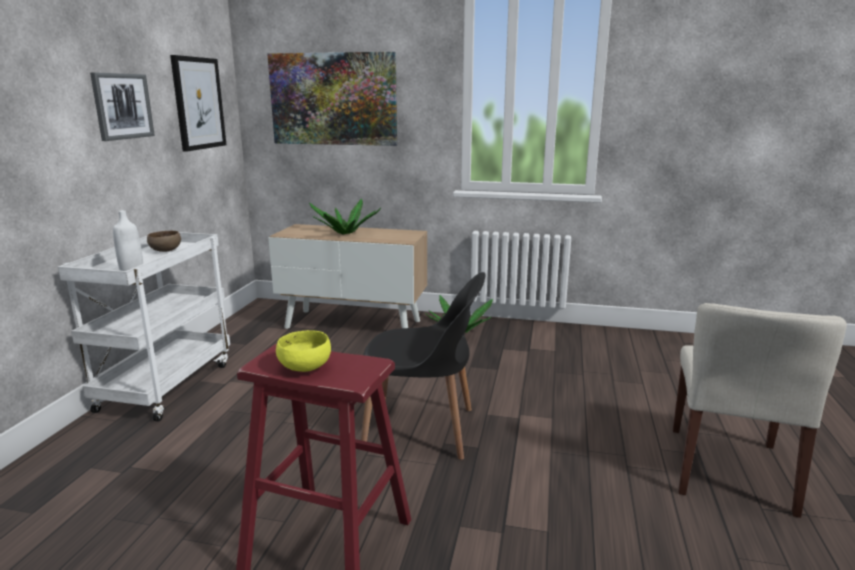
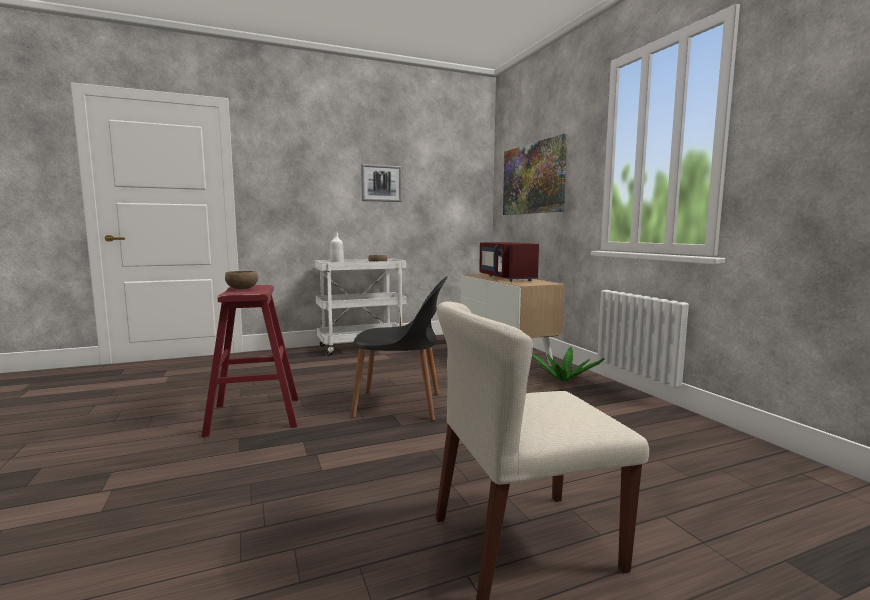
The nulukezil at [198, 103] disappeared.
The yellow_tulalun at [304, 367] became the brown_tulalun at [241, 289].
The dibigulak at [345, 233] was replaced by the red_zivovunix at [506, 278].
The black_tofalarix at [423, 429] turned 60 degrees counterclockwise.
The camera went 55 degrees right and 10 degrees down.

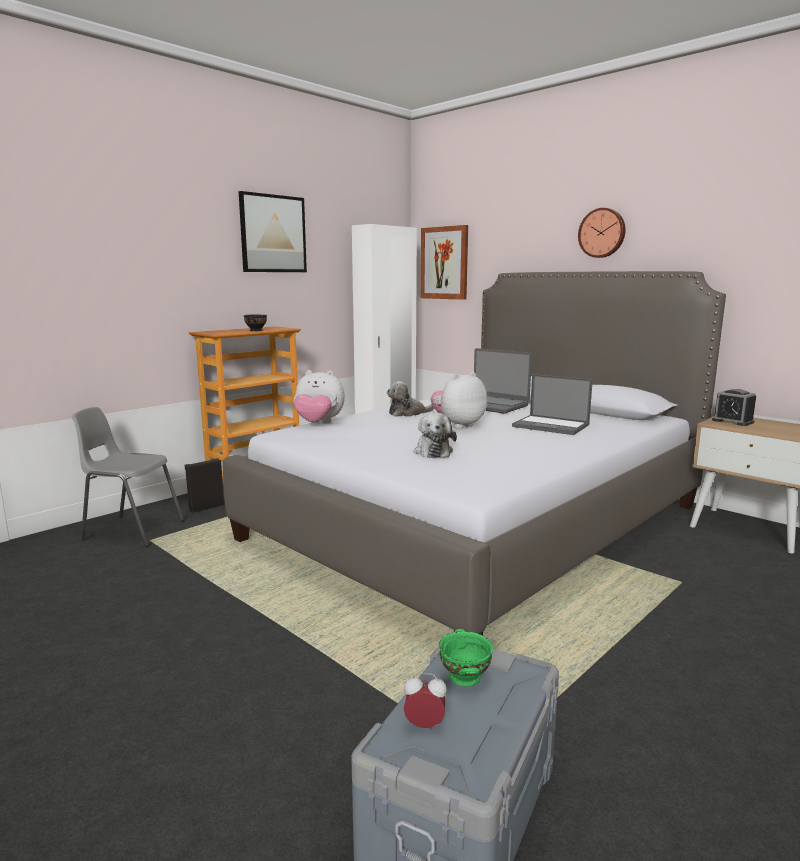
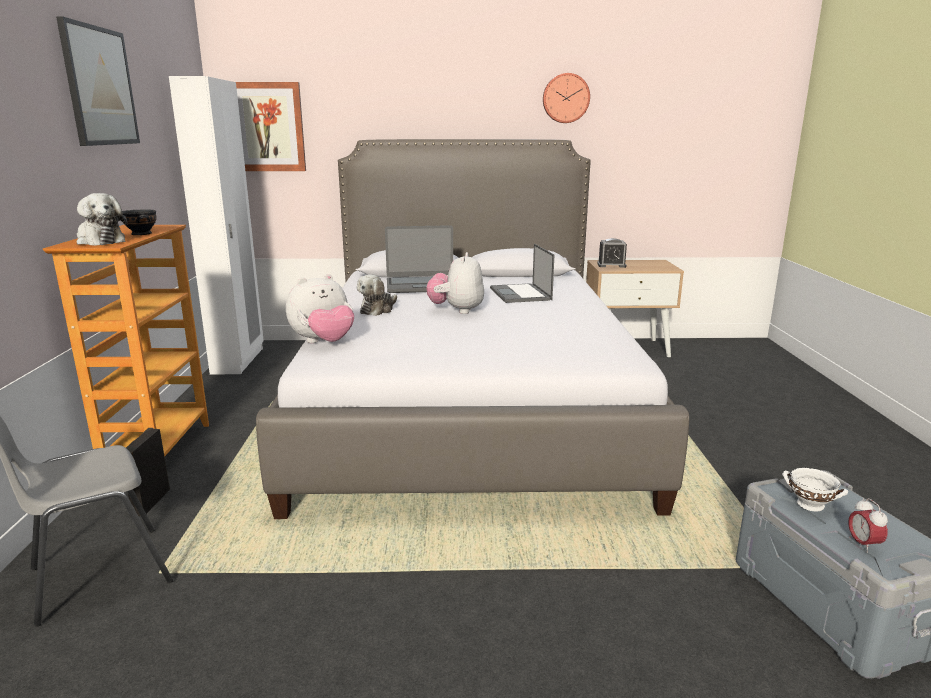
The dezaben at [424, 725] turned 60 degrees counterclockwise.
The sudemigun moved from [433, 451] to [100, 241].
The green_tulalun at [464, 678] became the white_tulalun at [811, 505].
The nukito at [552, 426] turned 90 degrees clockwise.
The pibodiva moved from [602, 233] to [565, 98].
The camera went 45 degrees left and 5 degrees up.

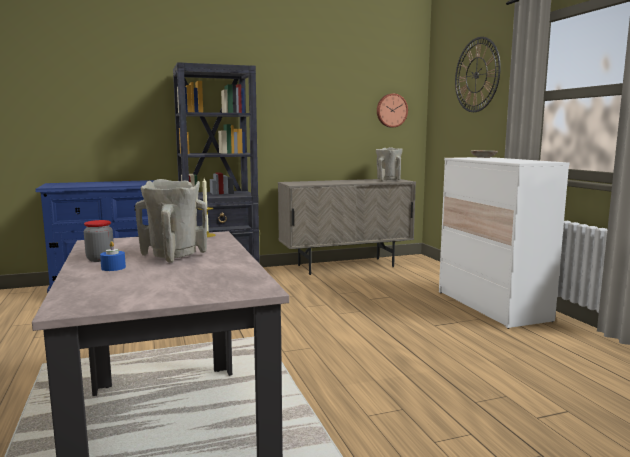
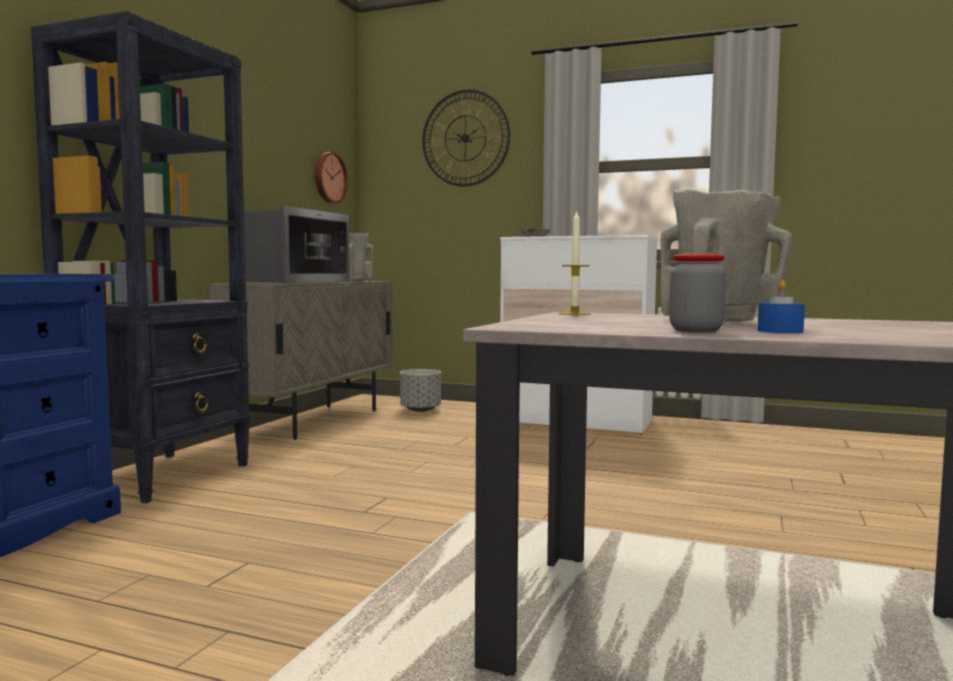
The zivovunix at [295, 282] appeared.
The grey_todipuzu at [421, 410] appeared.
The camera went 50 degrees left and 5 degrees down.

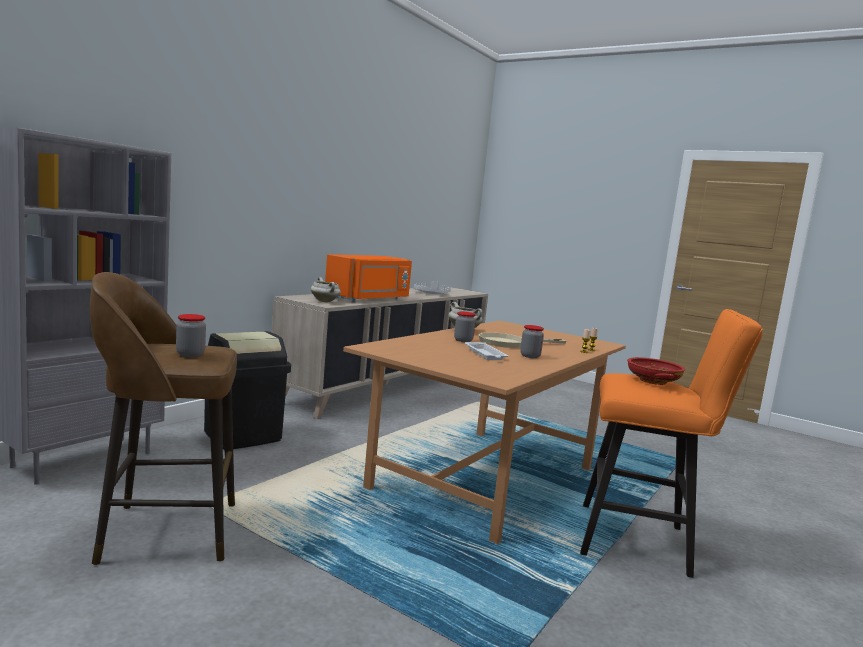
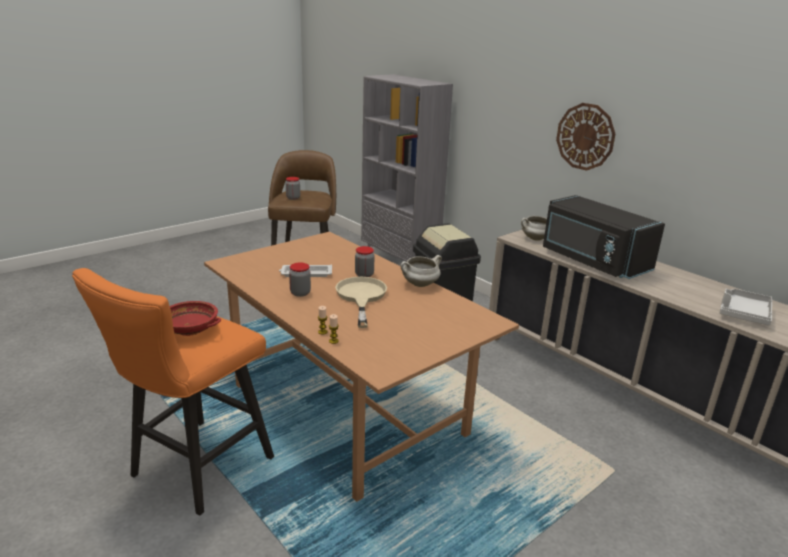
The orange_zivovunix at [369, 299] became the black_zivovunix at [592, 261].
The pibodiva at [585, 136] appeared.
The camera went 105 degrees right and 15 degrees up.

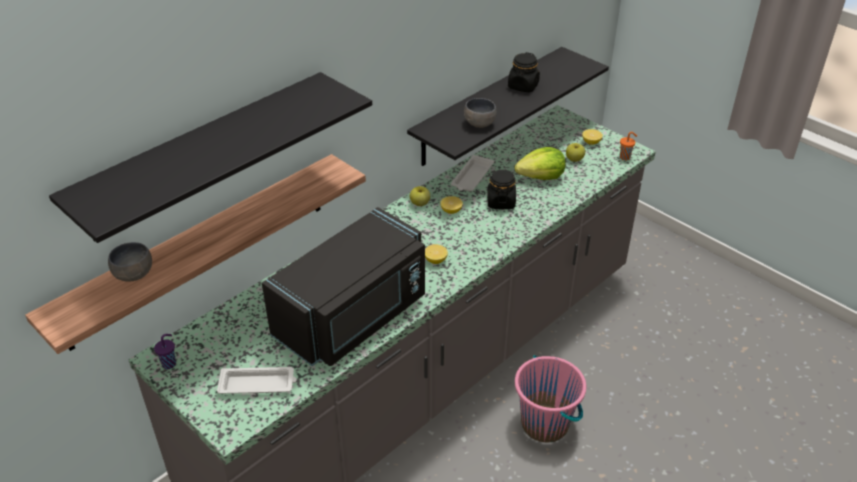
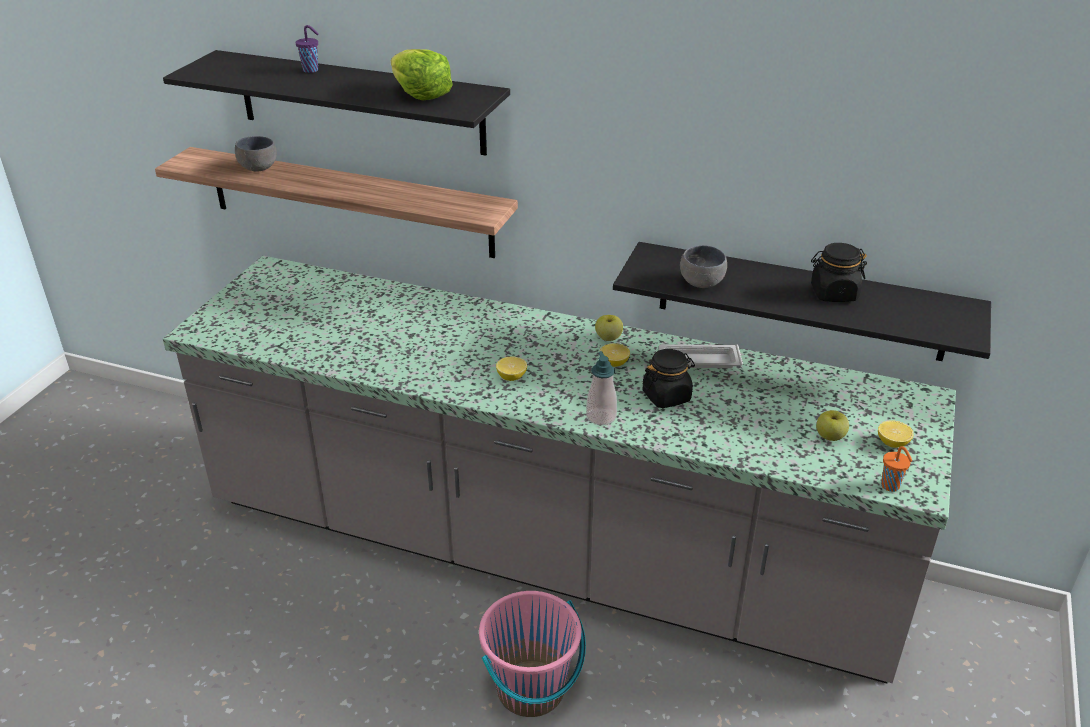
The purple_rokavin moved from [170, 363] to [311, 70].
The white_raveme at [258, 384] disappeared.
The black_zivovunix at [354, 317] disappeared.
The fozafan moved from [541, 177] to [420, 95].
The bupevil at [601, 417] appeared.
The camera went 65 degrees right and 5 degrees down.

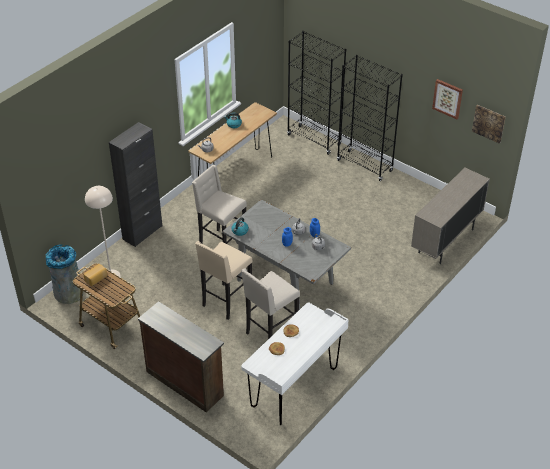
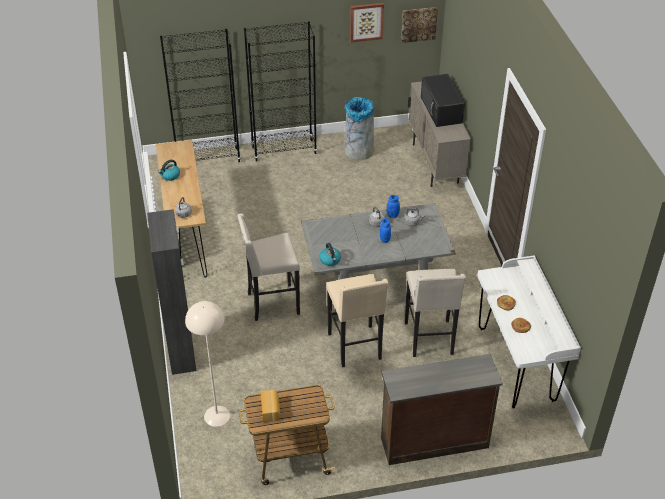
The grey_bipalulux moved from [68, 293] to [358, 151].
The black_zivovunix at [441, 110] appeared.
The camera went 50 degrees left and 0 degrees up.

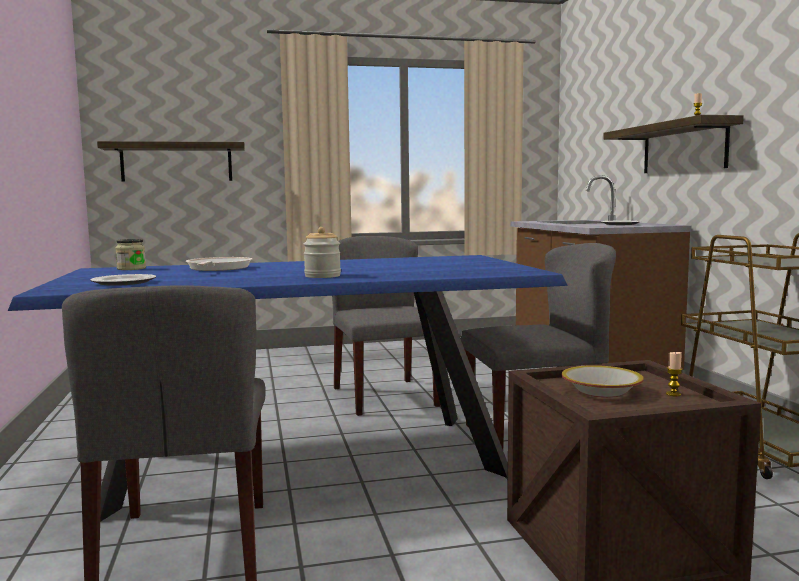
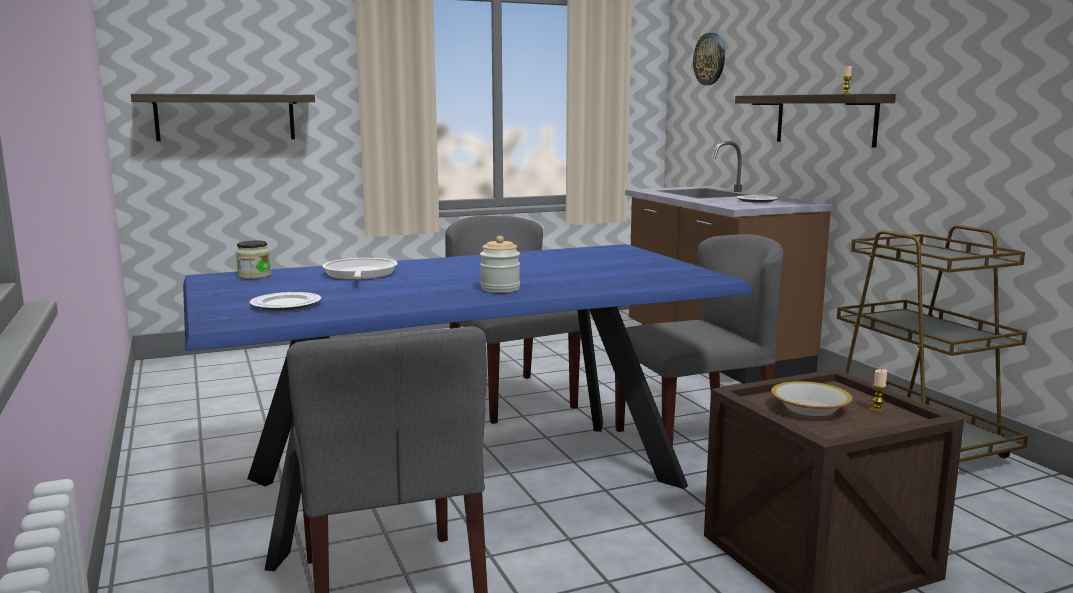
The pibodiva at [710, 59] appeared.
The camera went 10 degrees left and 5 degrees up.

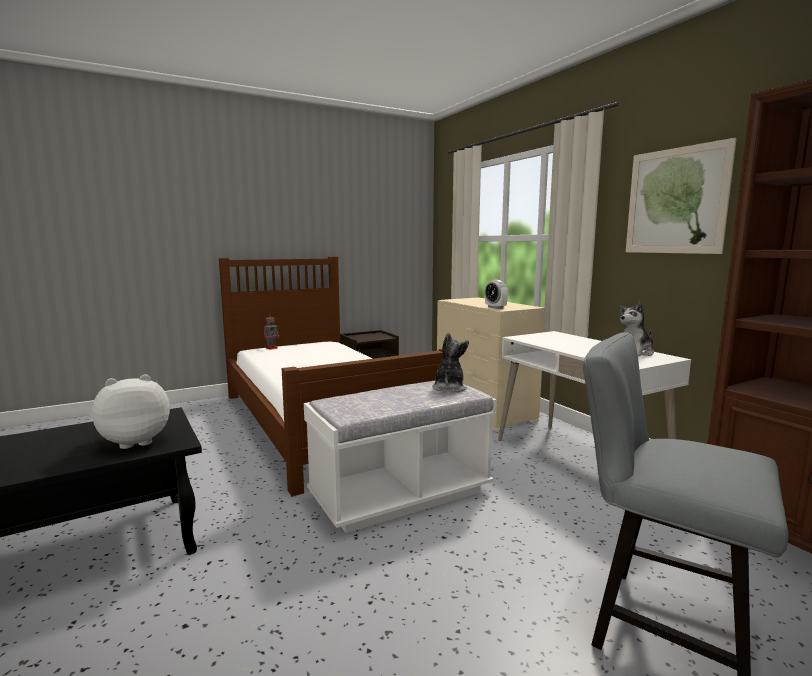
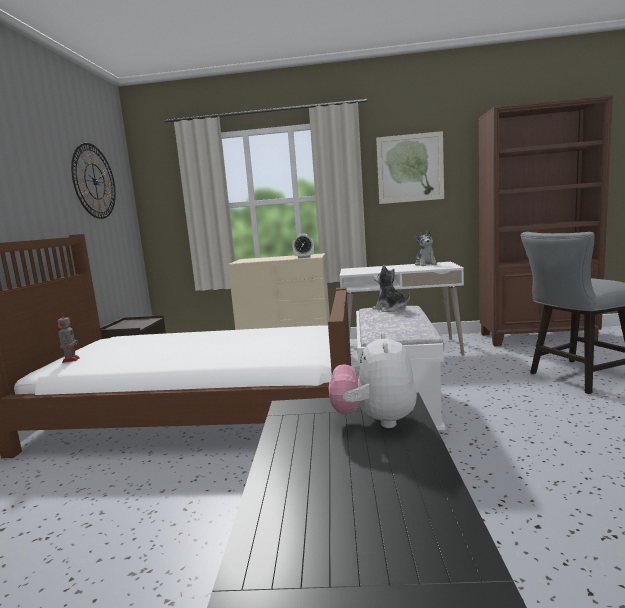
The pibodiva at [94, 181] appeared.
The camera went 55 degrees left and 0 degrees up.

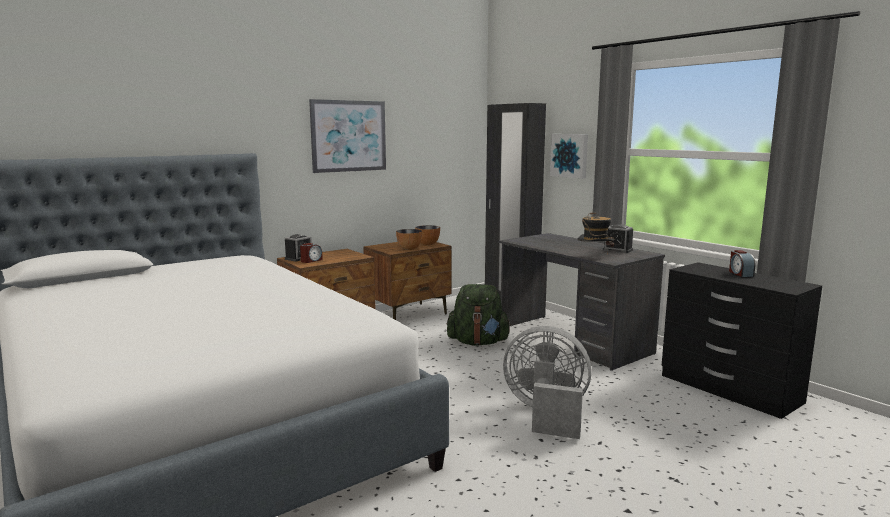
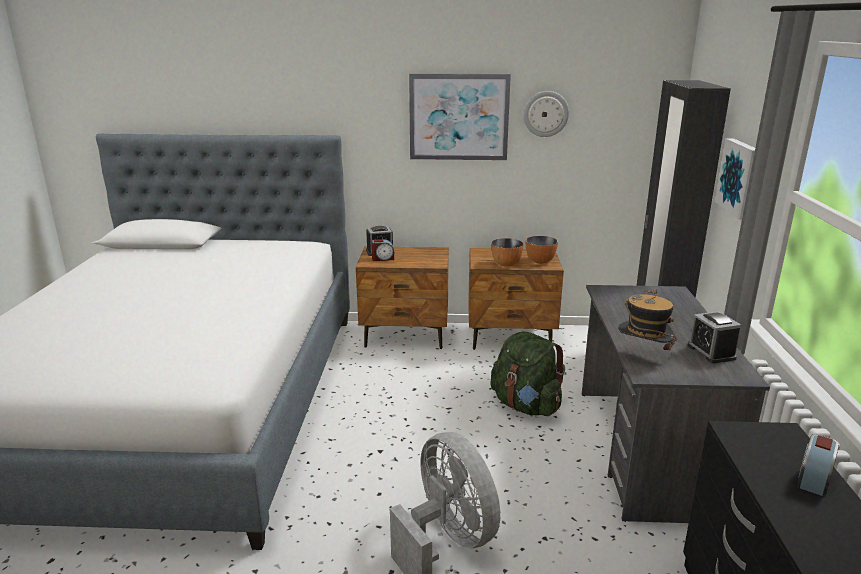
The pibodiva at [545, 114] appeared.
The camera went 40 degrees right and 10 degrees up.

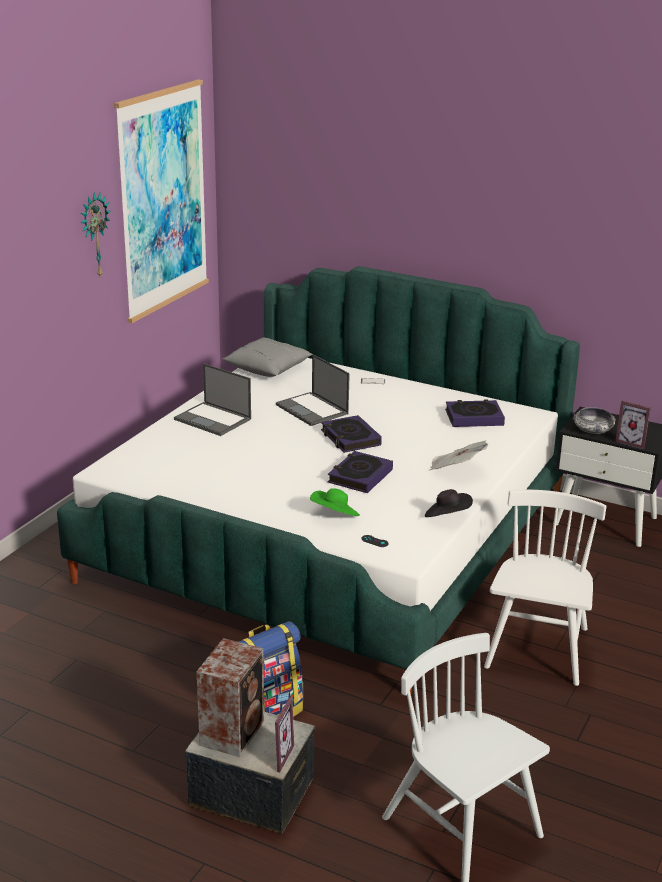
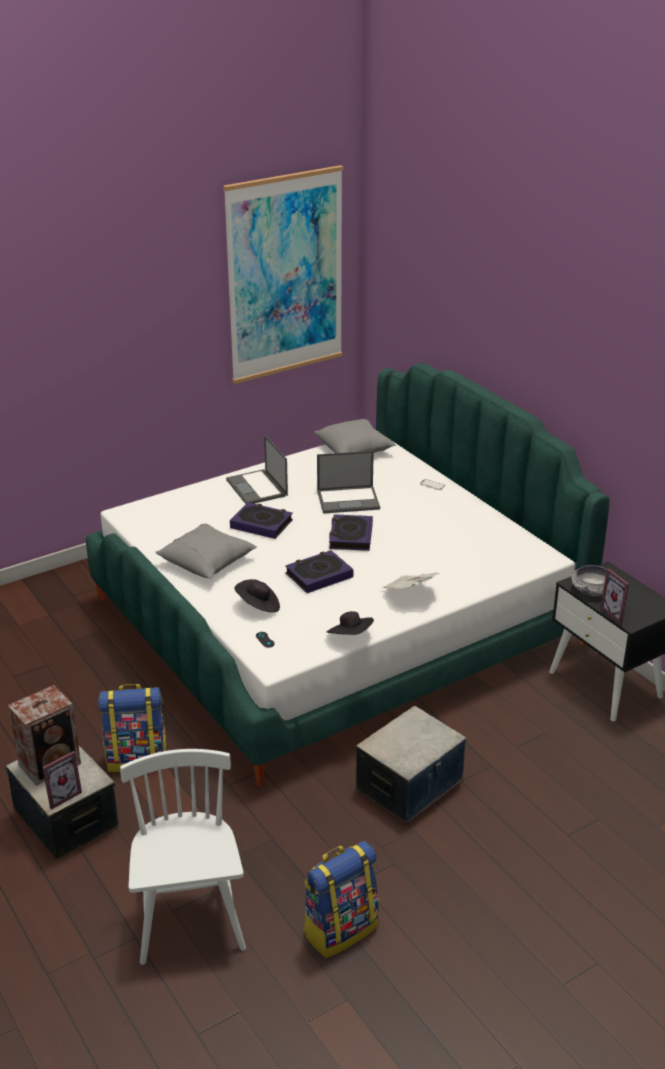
The pibodiva at [94, 235] disappeared.
The nukito at [312, 409] turned 90 degrees counterclockwise.
The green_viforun at [335, 516] became the black_viforun at [258, 606].
The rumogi moved from [474, 418] to [261, 524].
The white_tofalarix at [537, 649] was replaced by the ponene at [410, 785].
The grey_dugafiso at [207, 562] appeared.
The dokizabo at [340, 929] appeared.
The camera went 30 degrees right and 5 degrees up.

